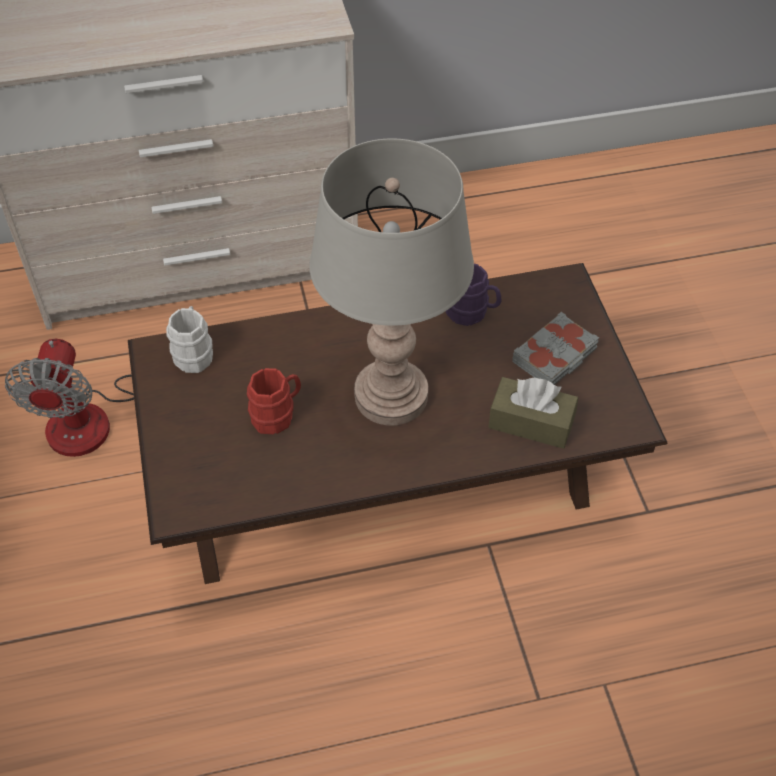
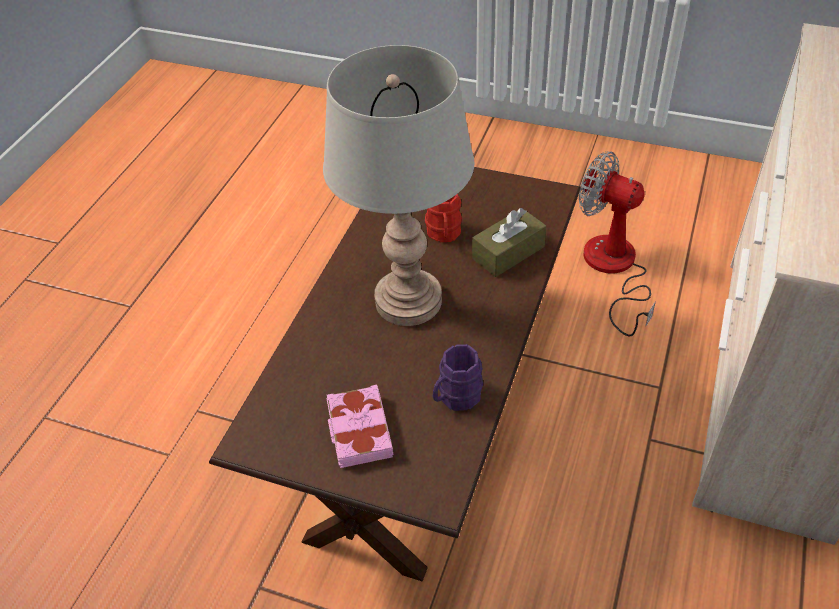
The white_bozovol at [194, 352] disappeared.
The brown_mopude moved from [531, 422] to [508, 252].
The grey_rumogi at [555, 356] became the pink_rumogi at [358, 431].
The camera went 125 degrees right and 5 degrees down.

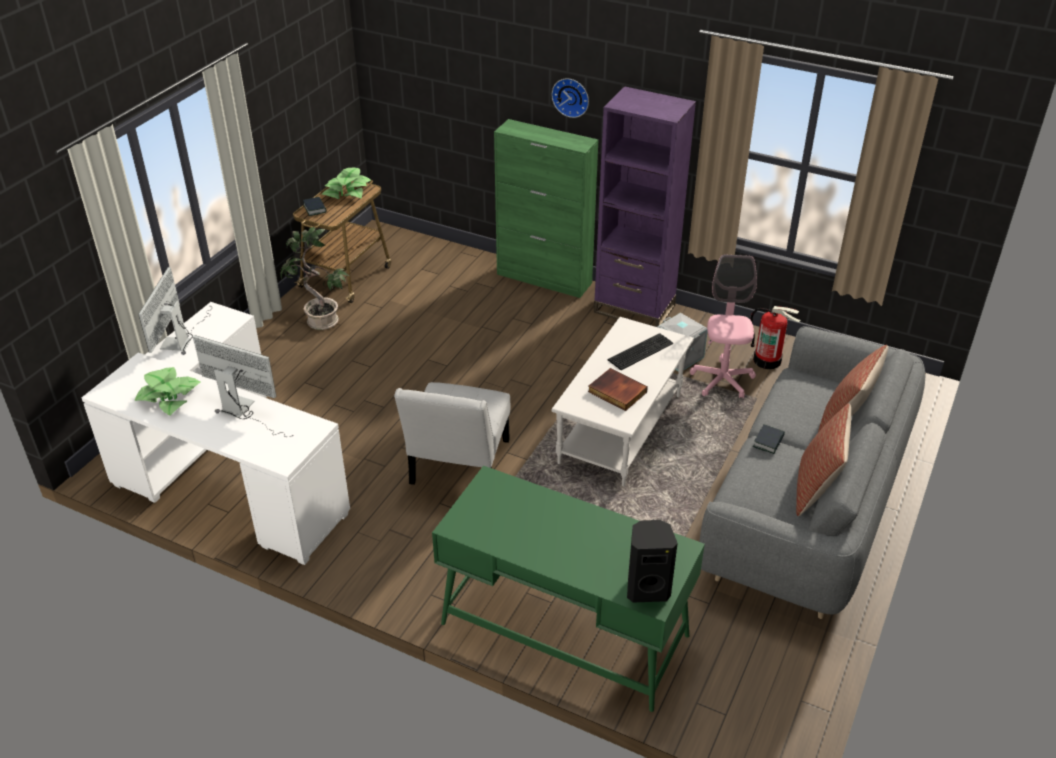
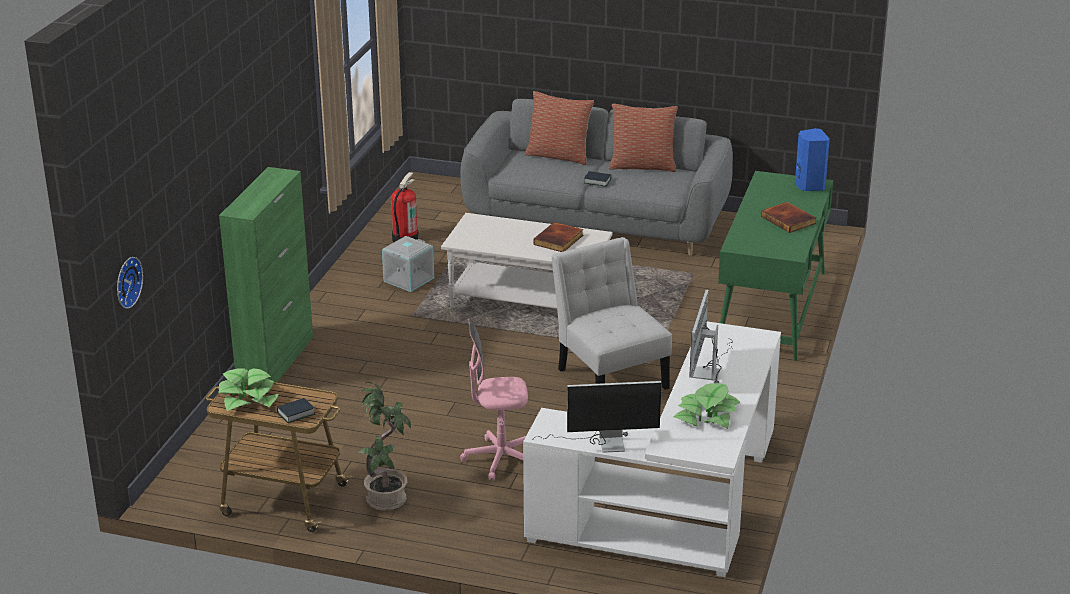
The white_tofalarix at [458, 466] turned 120 degrees counterclockwise.
The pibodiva moved from [571, 96] to [126, 282].
The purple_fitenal at [634, 309] disappeared.
The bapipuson at [639, 351] disappeared.
The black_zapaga at [647, 588] became the blue_zapaga at [809, 186].
The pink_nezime moved from [722, 380] to [499, 459].
The rumogi at [789, 220] appeared.
The camera went 100 degrees left and 10 degrees down.

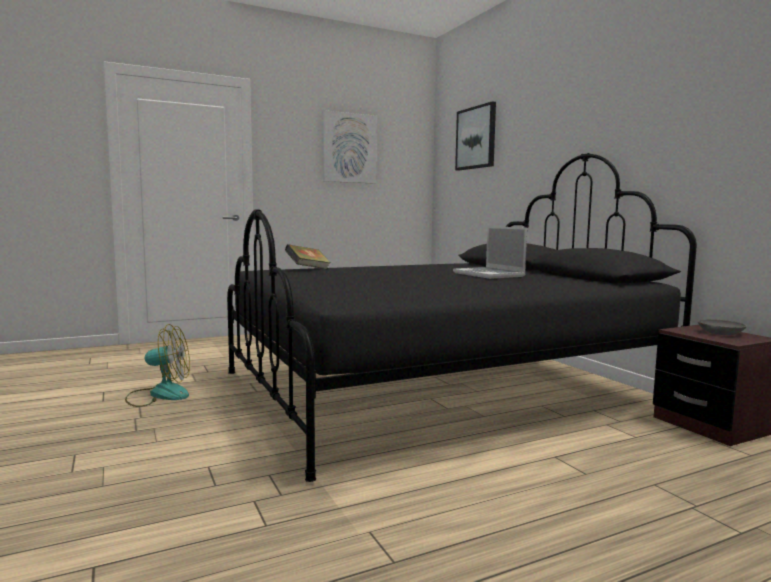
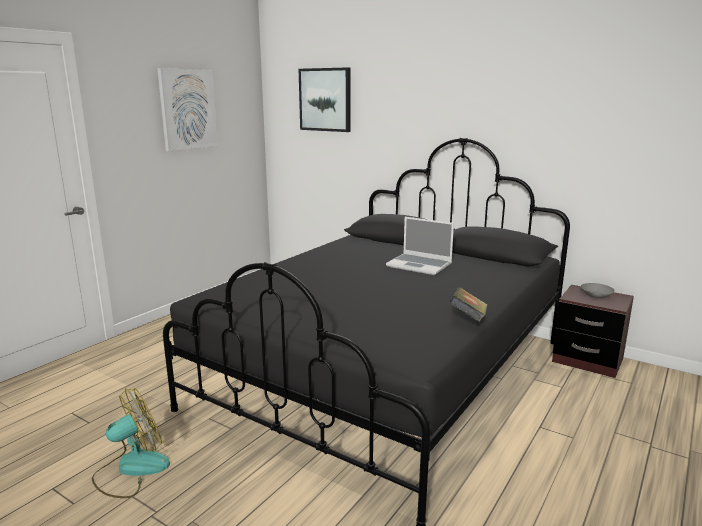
The rumogi moved from [308, 269] to [467, 319].
The camera went 30 degrees left and 10 degrees up.

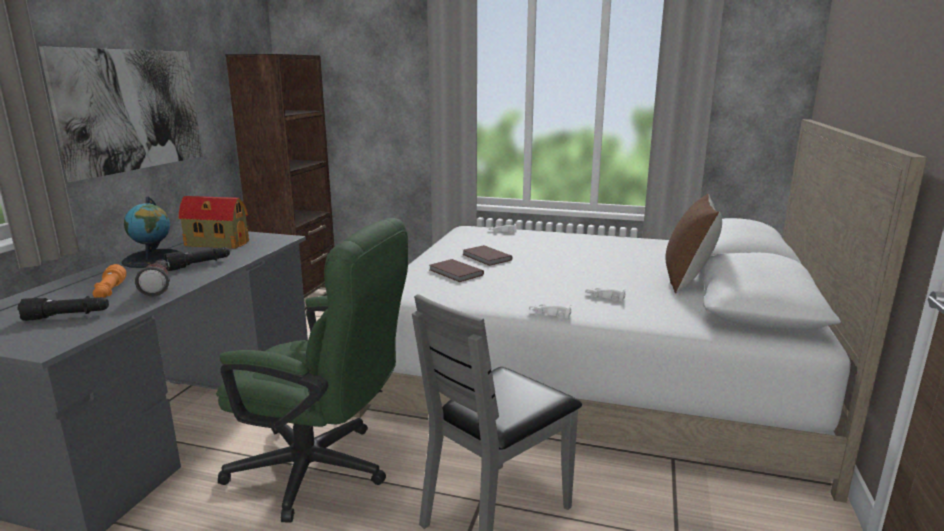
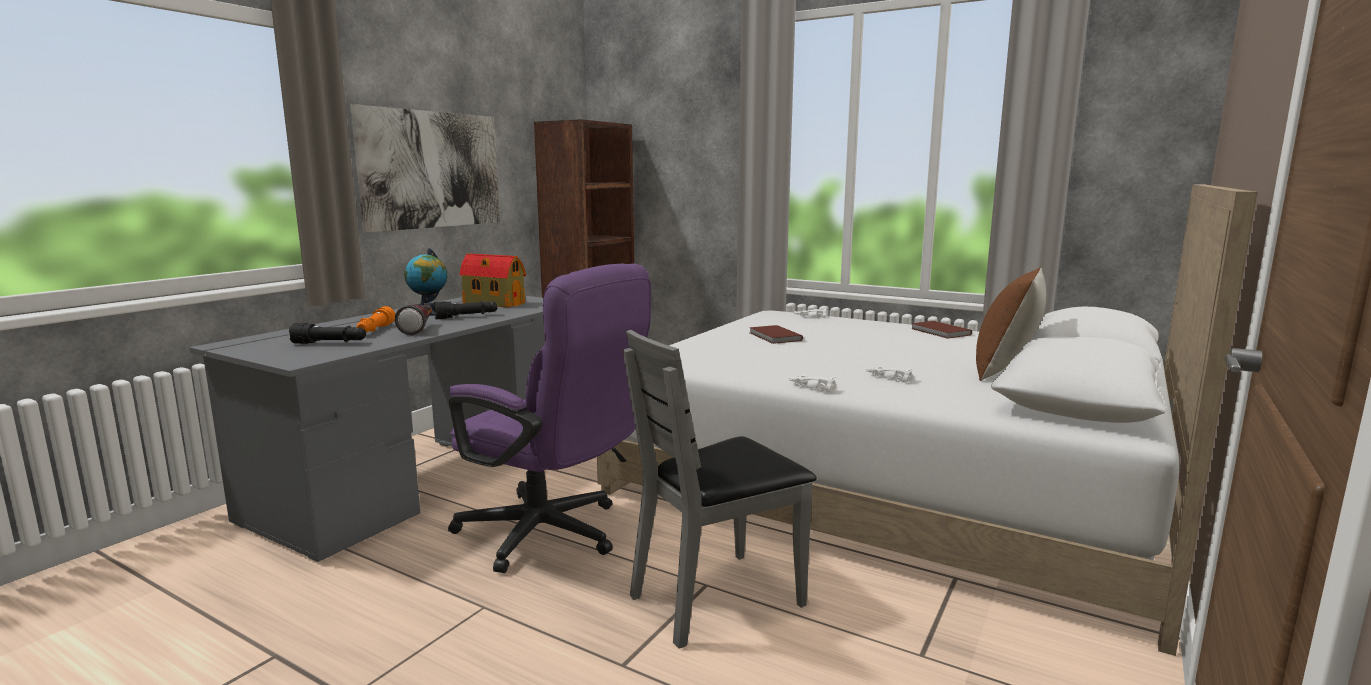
The green_nezime at [322, 471] became the purple_nezime at [552, 535].
The brown_rumogi moved from [455, 273] to [940, 332].
The camera went 15 degrees right and 5 degrees down.

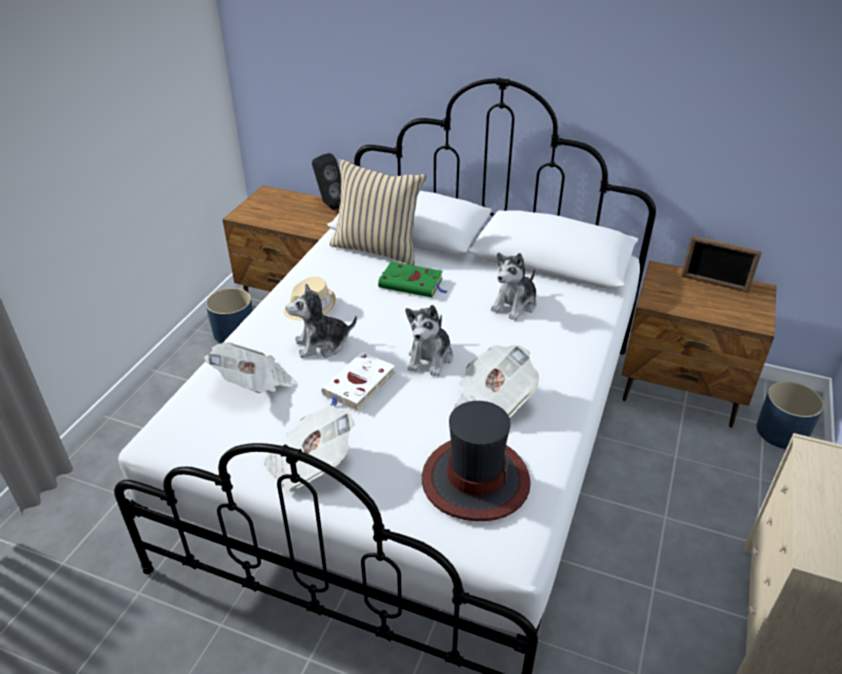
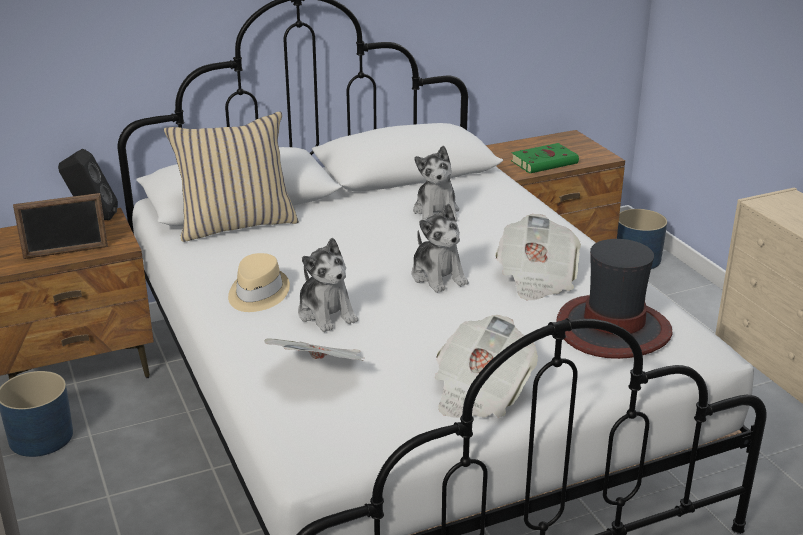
The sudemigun at [322, 344] turned 60 degrees counterclockwise.
The white_rumogi at [358, 386] disappeared.
The green_rumogi moved from [412, 283] to [545, 162].
The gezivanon moved from [714, 284] to [66, 252].
The camera went 45 degrees left and 10 degrees down.

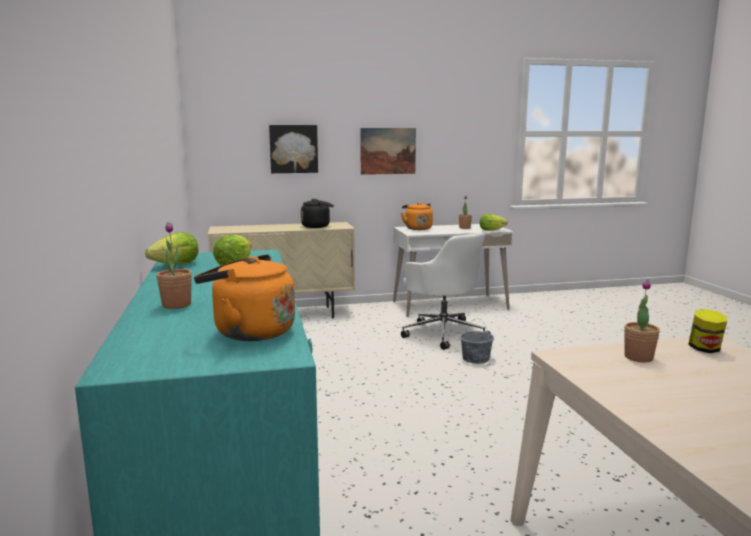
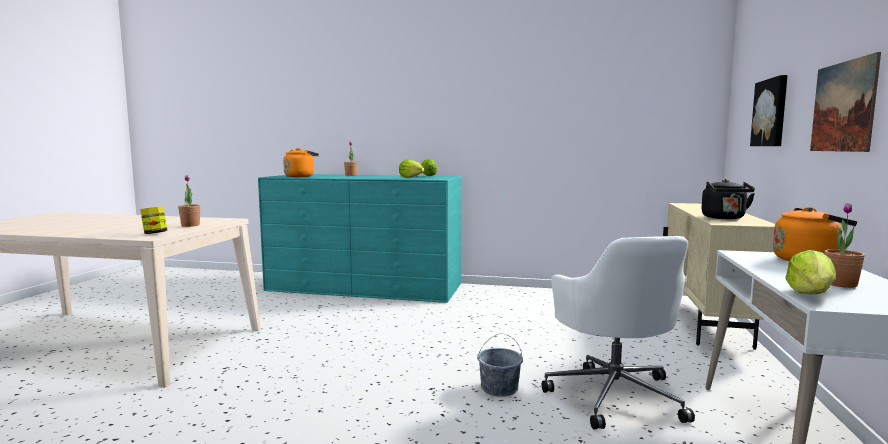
The white_nezime at [443, 333] turned 90 degrees counterclockwise.
The camera went 115 degrees right and 5 degrees down.

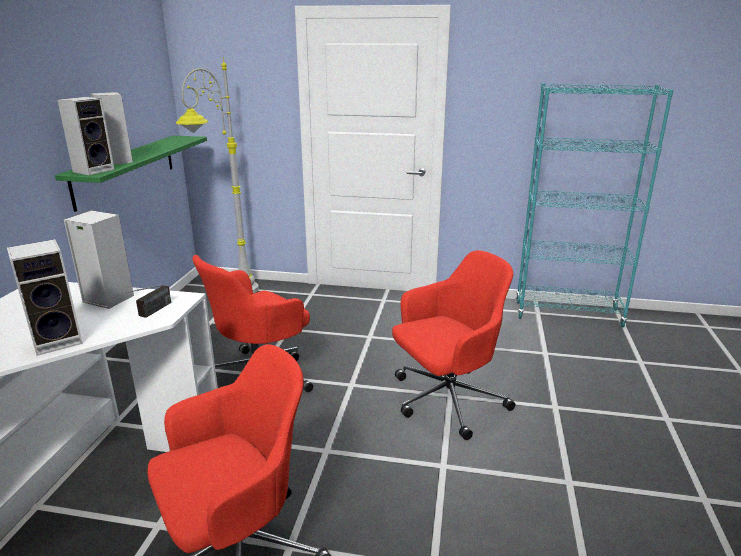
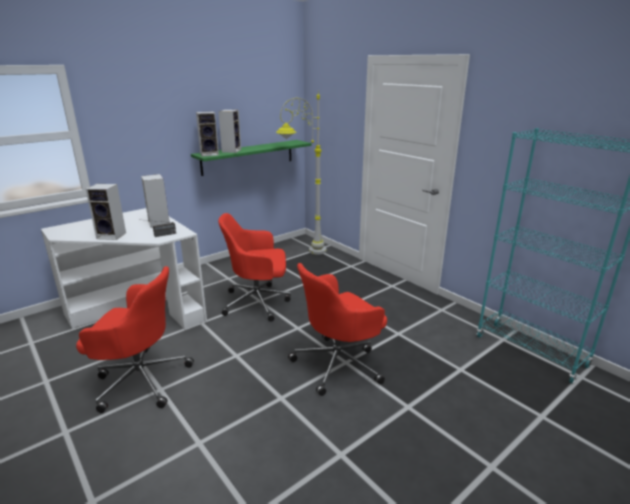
The red_nezime at [446, 400] turned 135 degrees clockwise.
The camera went 40 degrees right and 0 degrees up.

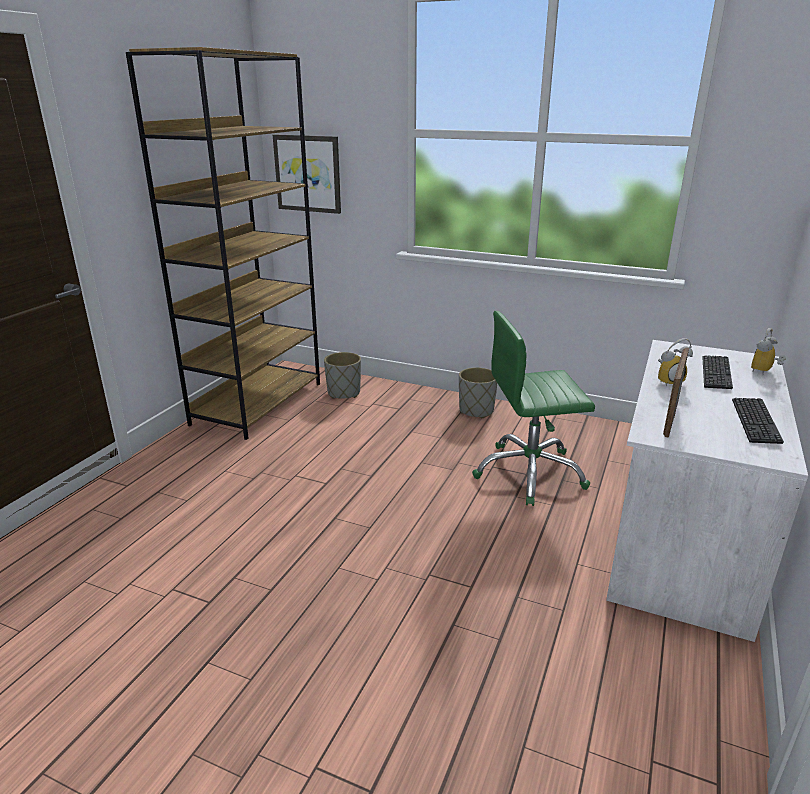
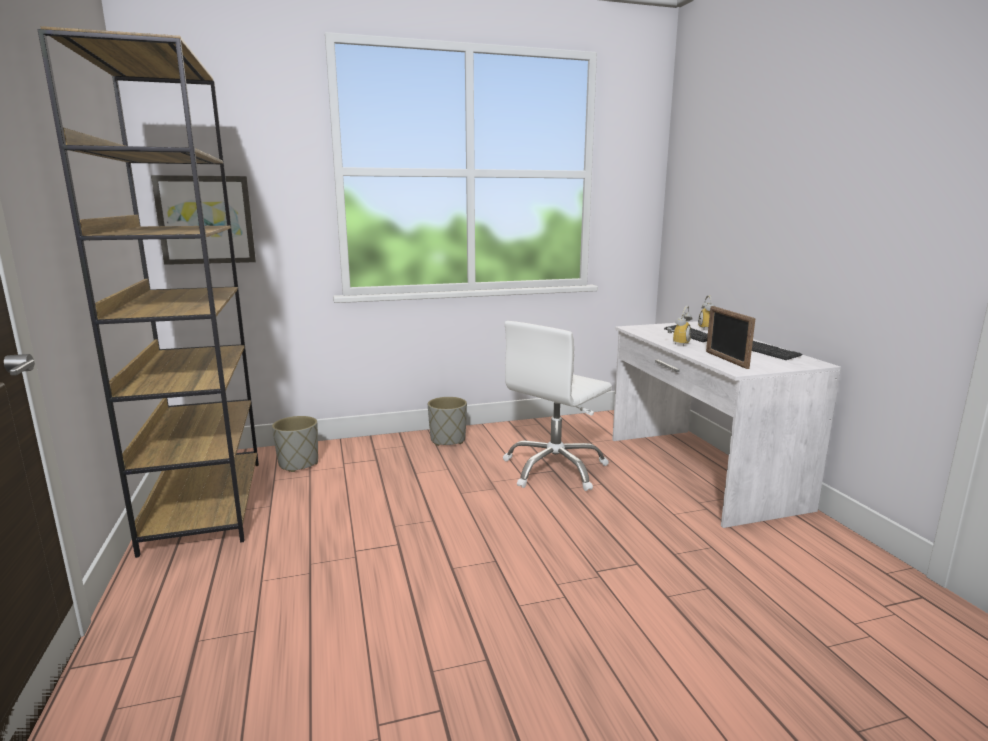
The green_nezime at [529, 473] became the white_nezime at [555, 469].
The camera went 40 degrees left and 10 degrees down.

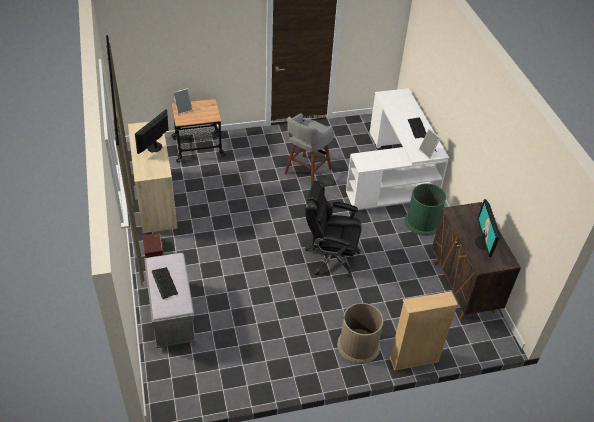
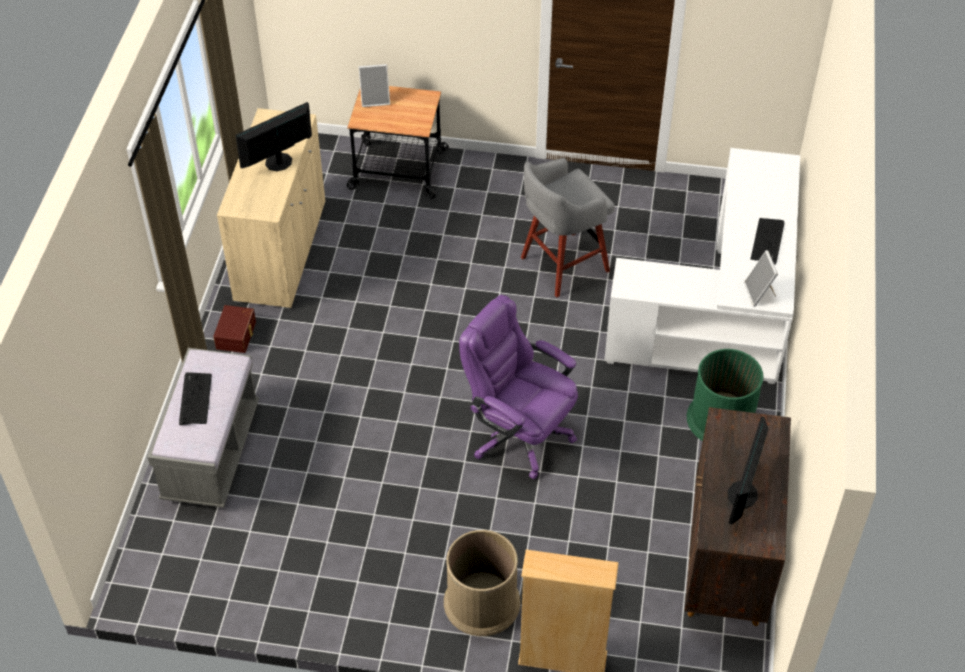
The black_nezime at [330, 257] became the purple_nezime at [519, 434].
The camera went 25 degrees right and 5 degrees up.

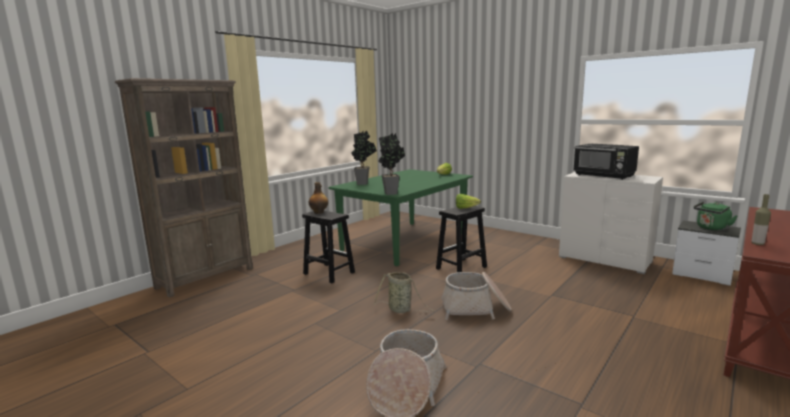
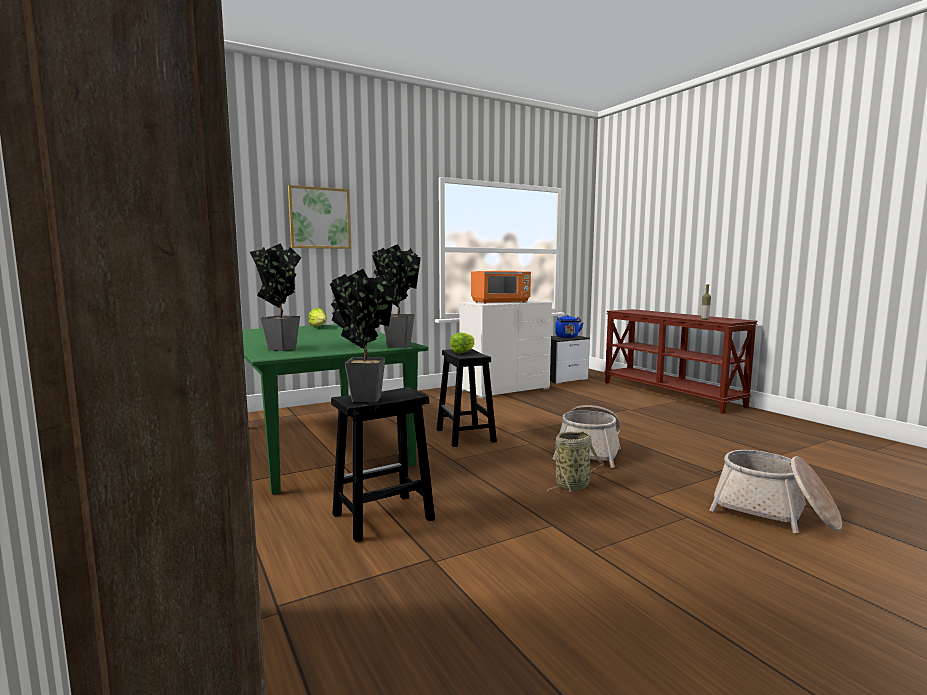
The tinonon at [319, 212] was replaced by the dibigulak at [362, 398].
The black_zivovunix at [604, 176] became the orange_zivovunix at [501, 302].
The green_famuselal at [711, 228] became the blue_famuselal at [567, 337].
The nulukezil at [319, 218] appeared.
The camera went 70 degrees left and 5 degrees down.

